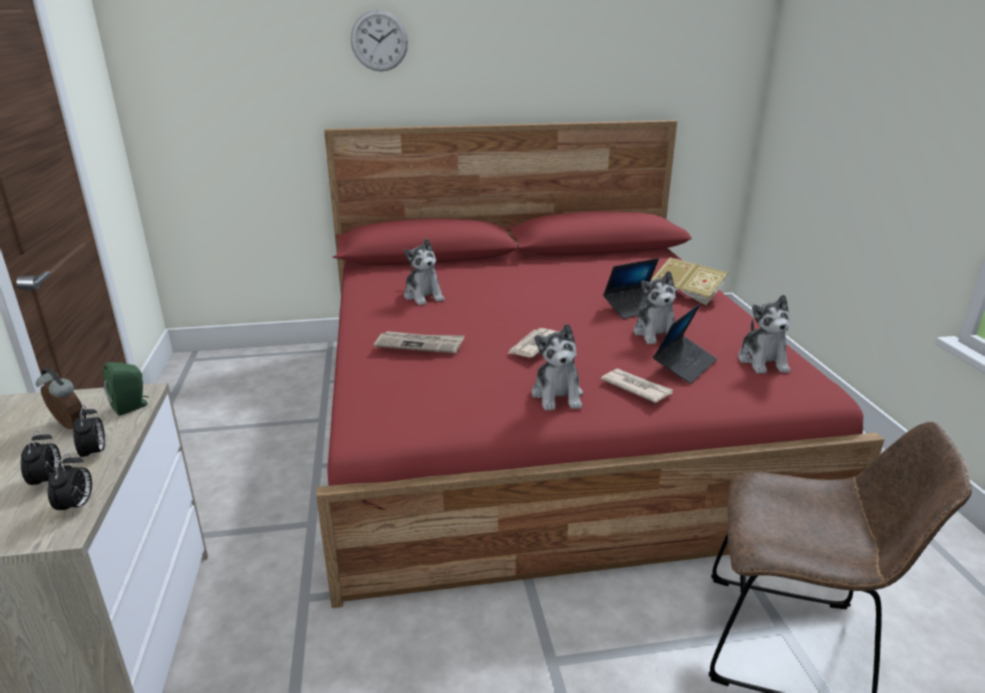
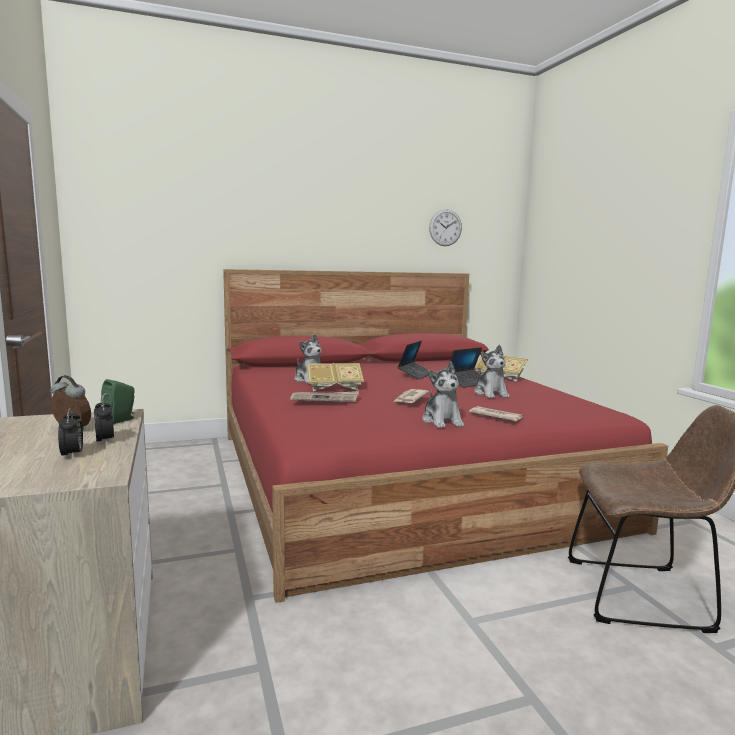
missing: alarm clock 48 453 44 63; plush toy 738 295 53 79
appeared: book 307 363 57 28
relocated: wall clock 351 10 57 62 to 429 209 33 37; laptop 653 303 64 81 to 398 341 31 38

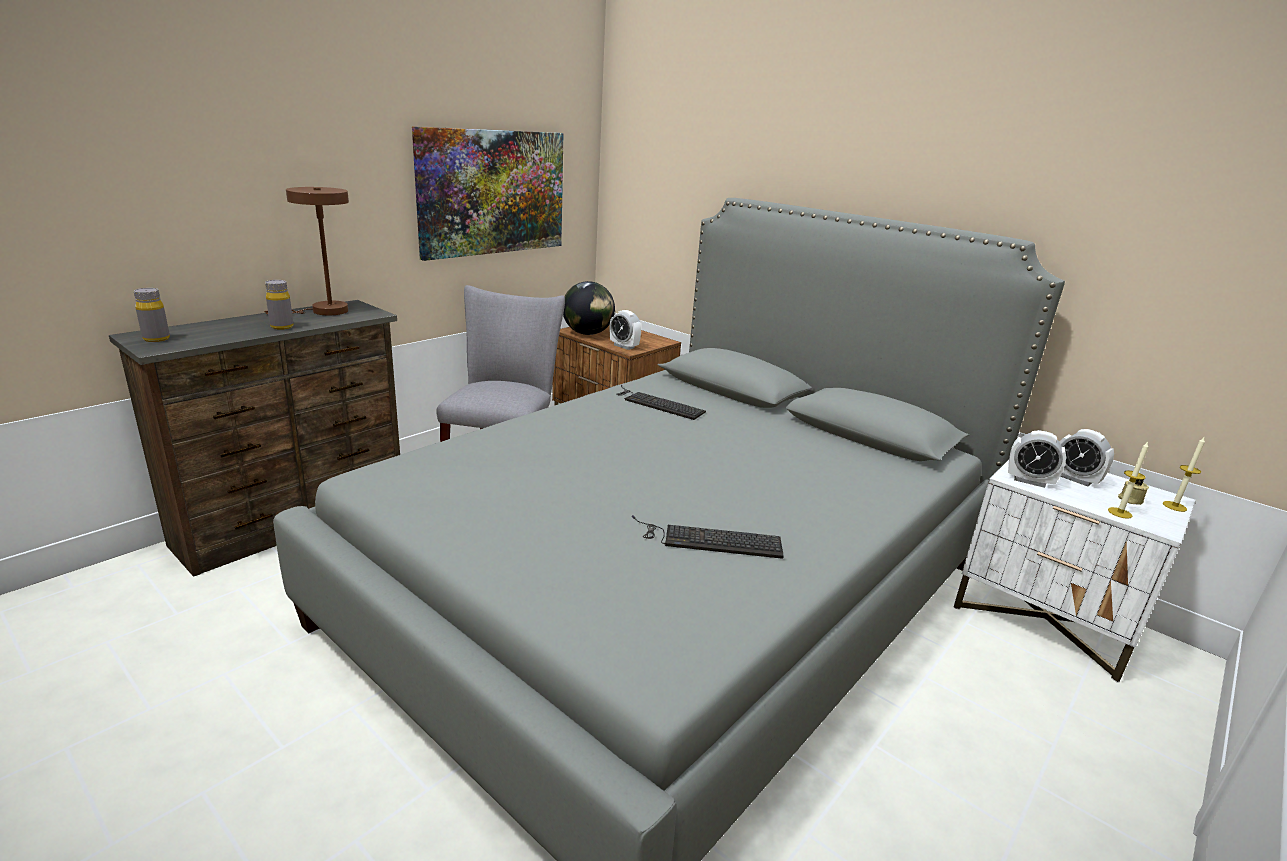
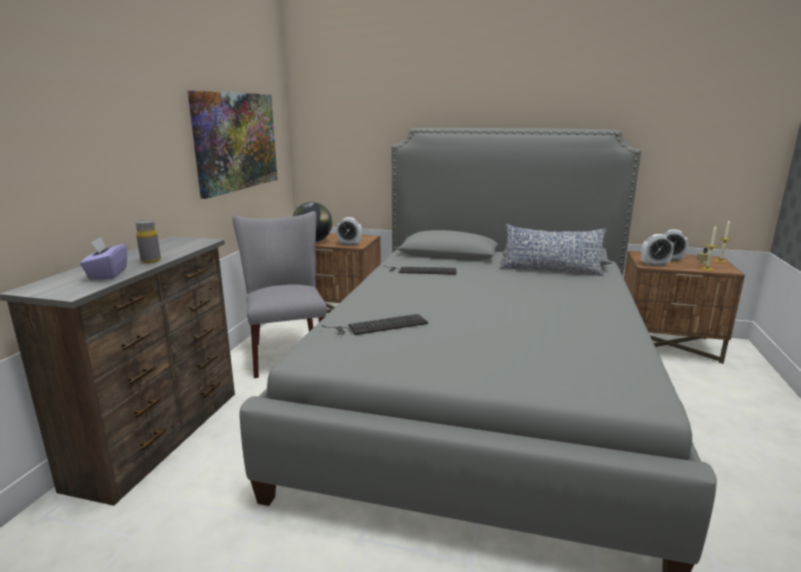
missing: bottle/grey 134 288 36 54; table lamp/brown 264 187 85 128
appeared: tissue box/purple 80 237 47 43; pillow 500 224 107 52
relocated: keyboard 632 515 152 44 to 322 314 106 21
colour: nightstand/white 953 460 242 223 to nightstand/brown 624 251 121 113

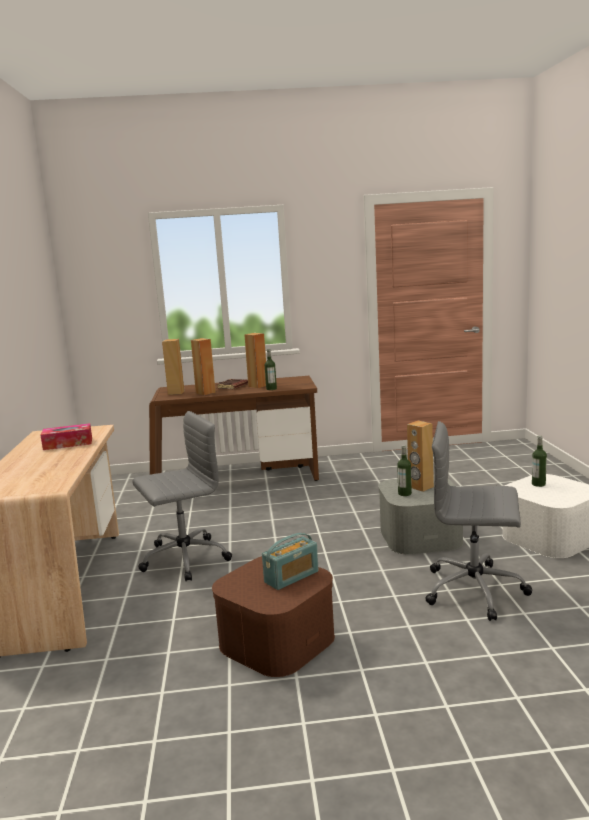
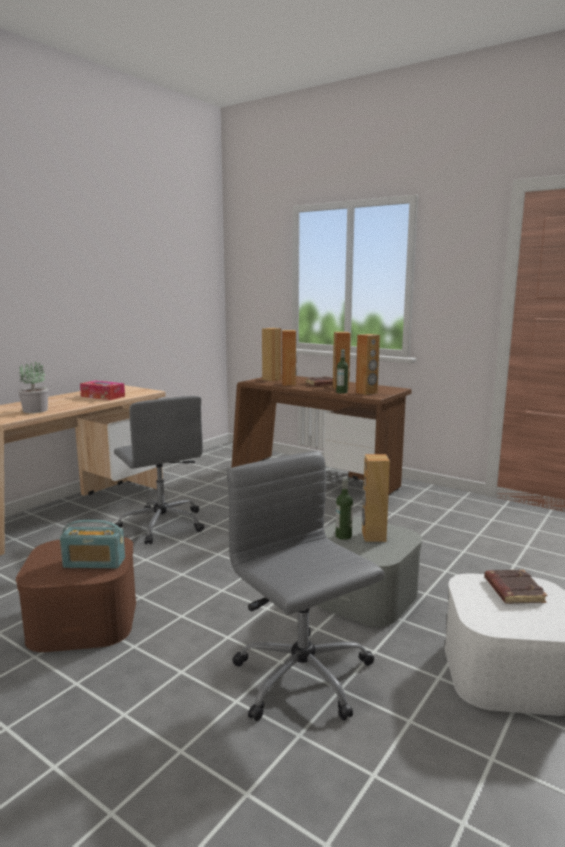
appeared: potted plant 18 362 30 51; speaker/brown 356 334 24 61
exchanged: bottle 532 436 15 51 to book/brown 484 570 63 34
spun: office chair/grey 133 411 99 170 = 112 396 92 148 45 degrees clockwise

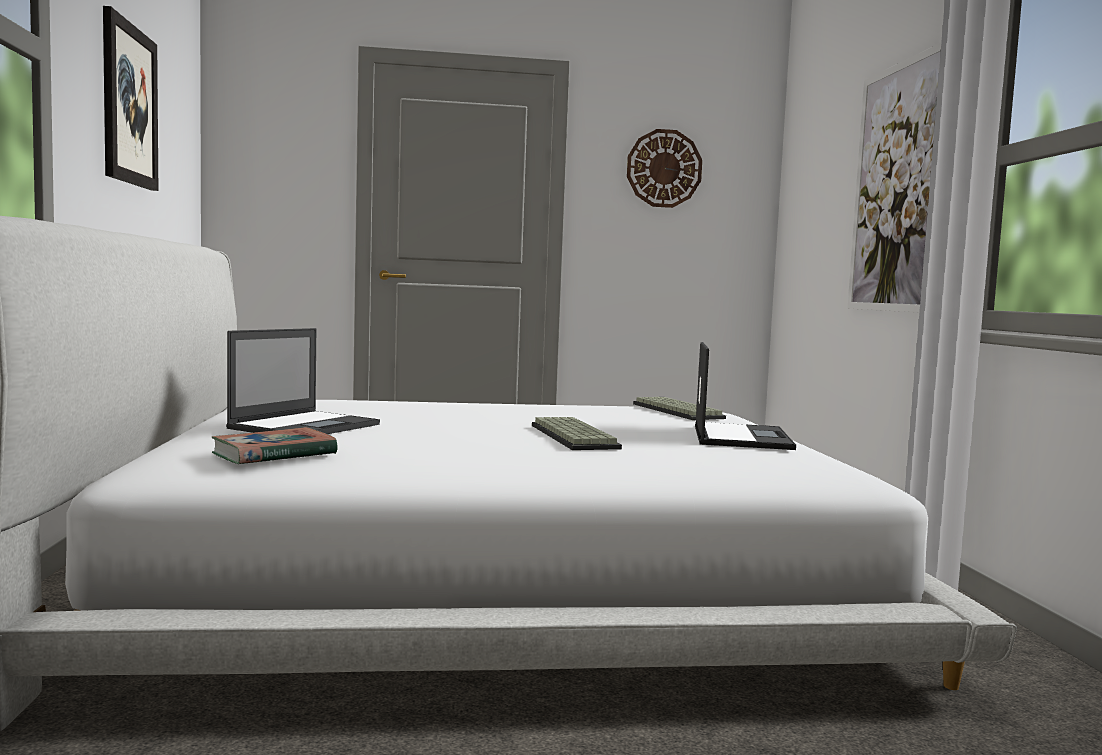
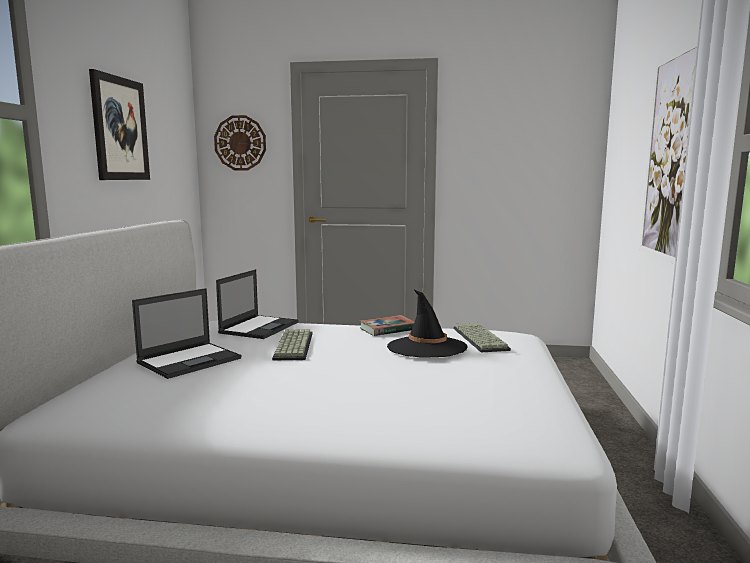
appeared: hat/black 387 289 81 69
relocated: book 212 427 126 37 to 360 315 54 21; keyboard 532 417 90 33 to 272 329 41 31; wall clock 627 129 75 79 to 214 115 52 55; laptop 695 342 101 108 to 216 269 82 70

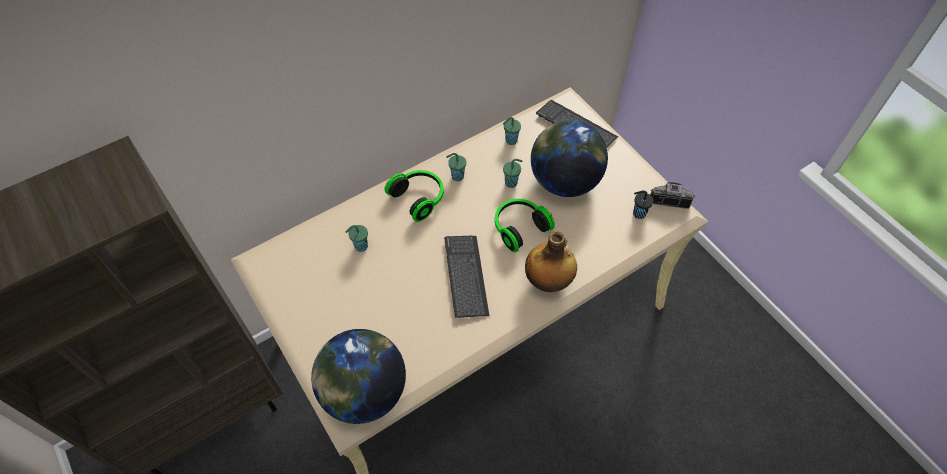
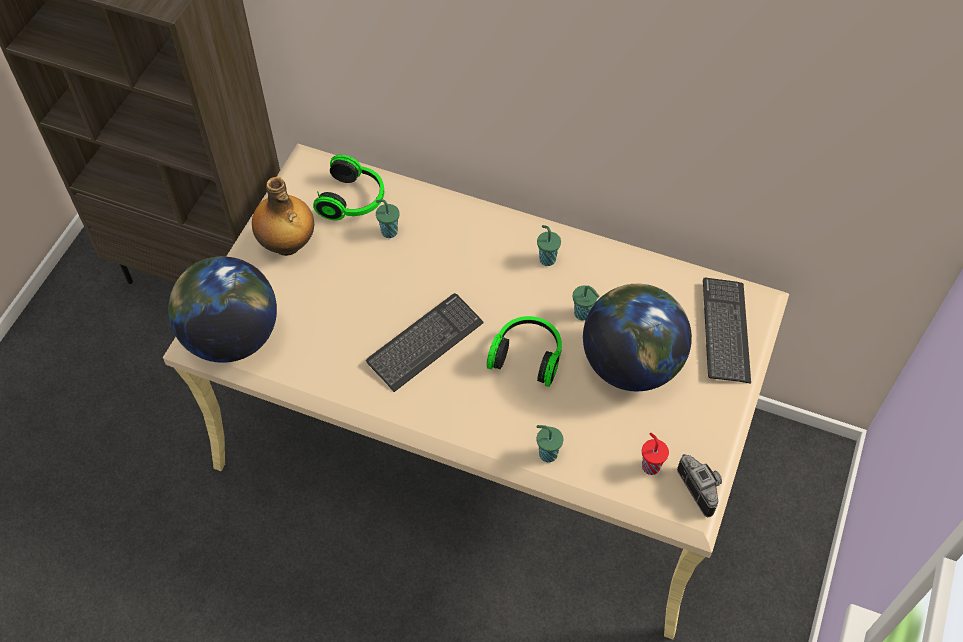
relocated: headphones 385 170 58 52 to 313 155 71 65; cup/green 503 117 18 28 to 537 425 26 37; bottle 525 231 52 61 to 252 177 62 79
colour: cup/black 633 191 21 28 to cup/red 642 433 27 42

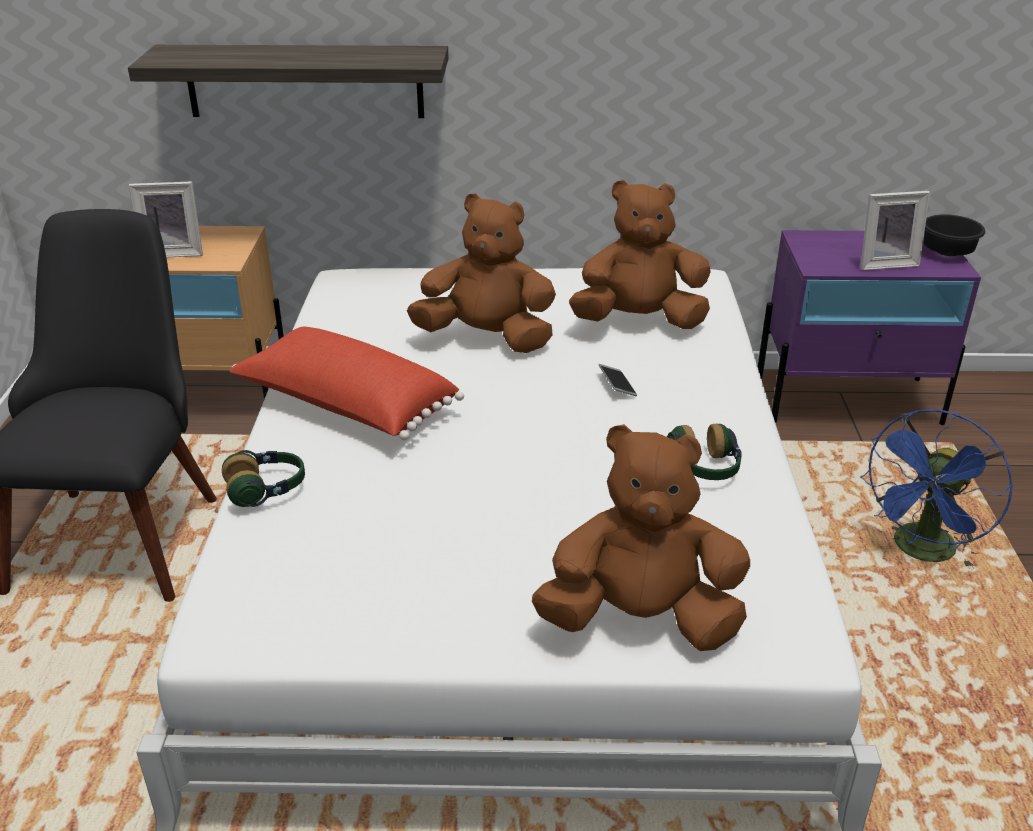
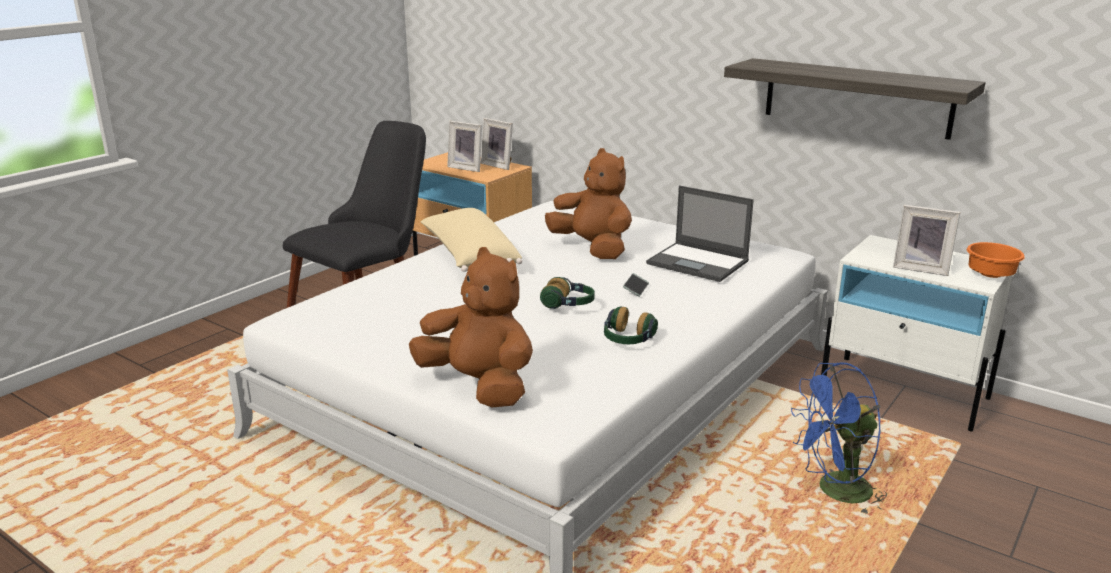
appeared: picture frame 481 118 32 52
relocated: shelf 128 45 321 73 to 724 58 262 82; headphones 222 450 83 57 to 540 277 55 32
exchanged: plush toy/brown 569 180 142 149 to laptop 646 185 108 97
colour: pillow/red 229 327 235 113 to pillow/beige 421 208 101 64; nightstand/purple 758 230 223 195 to nightstand/white 821 235 192 196; bowl/black 924 214 61 42 to bowl/orange 967 242 58 36

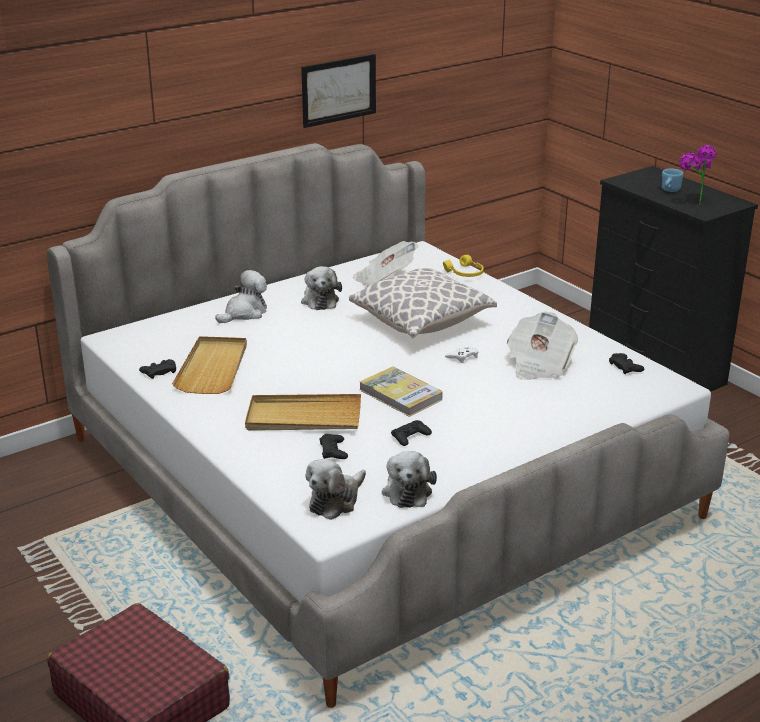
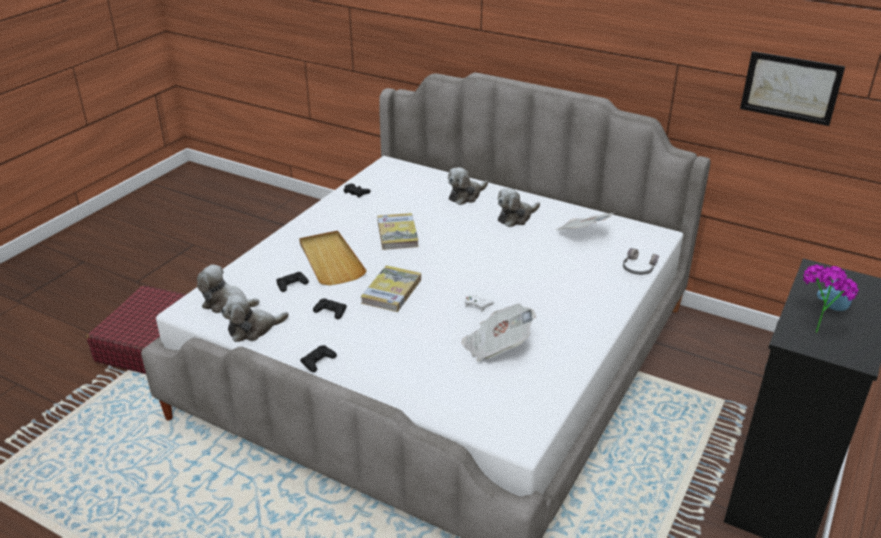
missing: tray/beige 172 336 75 58; pillow 349 268 148 70
appeared: book 377 213 42 37
relocated: picture 301 54 75 74 to 740 51 105 75; game controller/black 609 353 35 21 to 300 345 37 27
colour: headphones/yellow 443 255 41 22 to headphones/grey 623 248 36 27
spun: plush toy 215 270 52 53 = 448 167 40 38 120 degrees clockwise

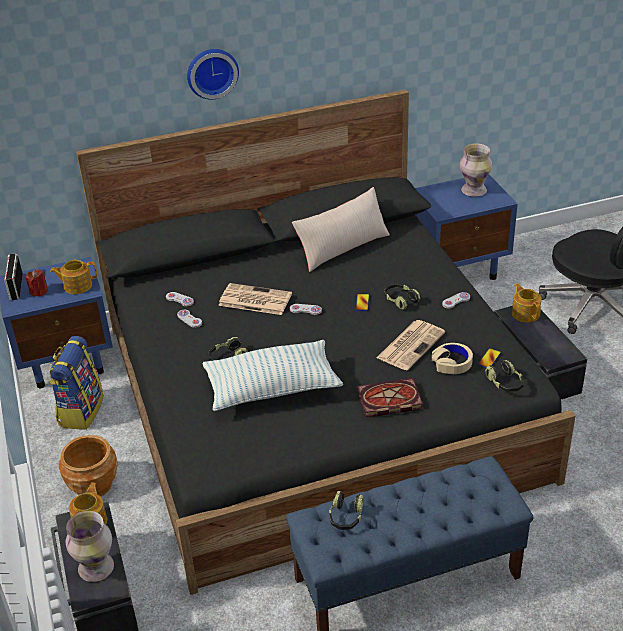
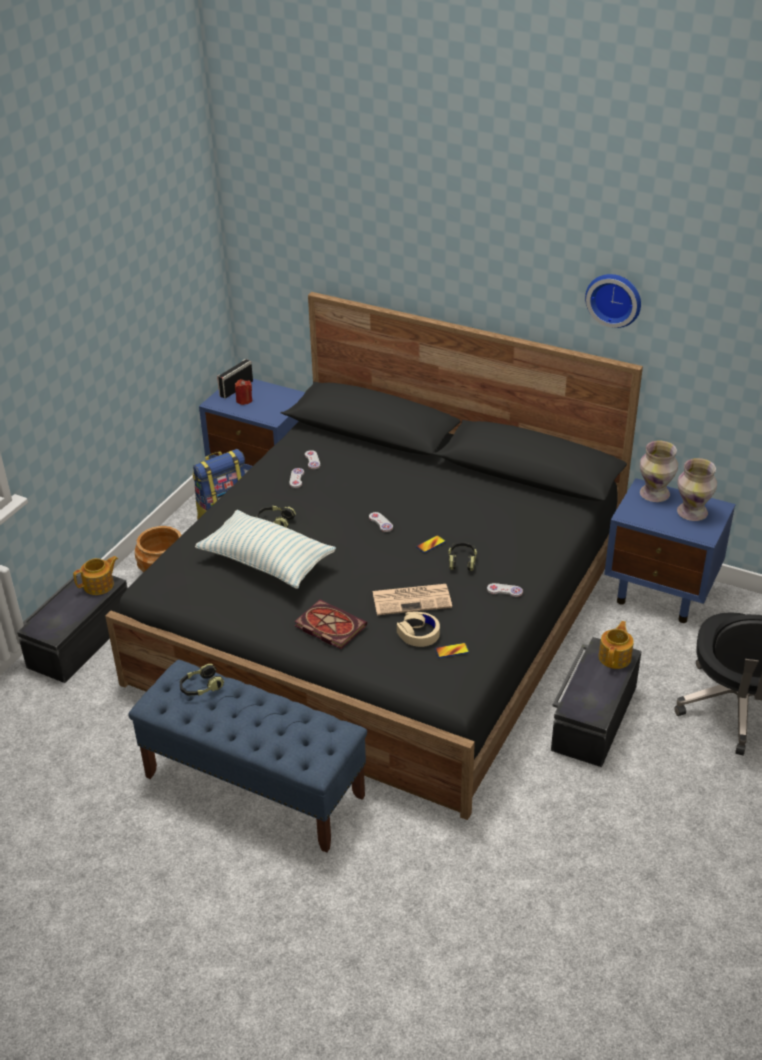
missing: teapot 50 260 47 34; newspaper 218 283 74 32; pillow/beige 292 187 98 85; headphones 485 360 39 32
relocated: vase 66 511 48 71 to 640 441 38 61; wall clock 187 49 52 51 to 585 274 56 54

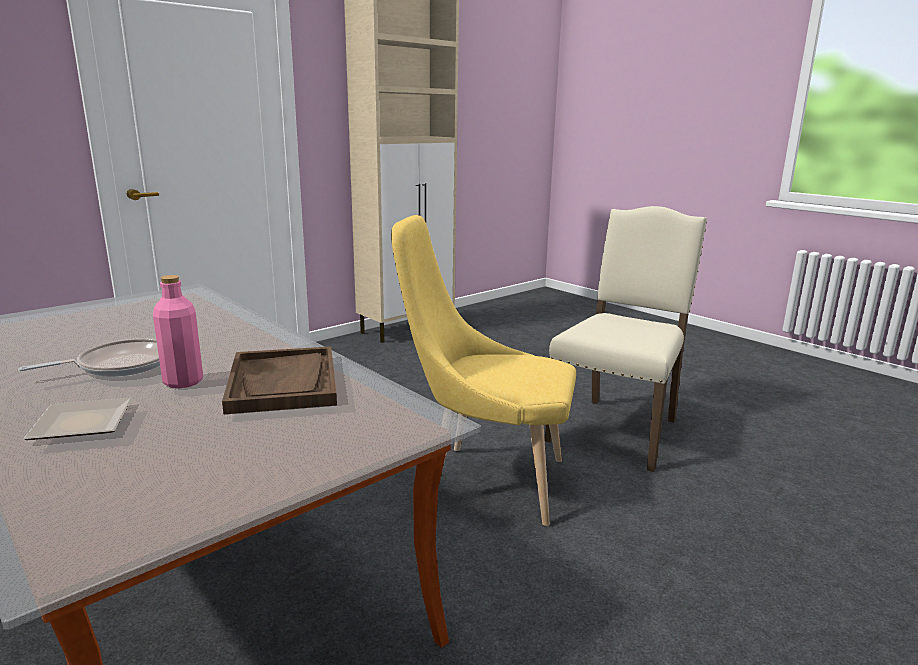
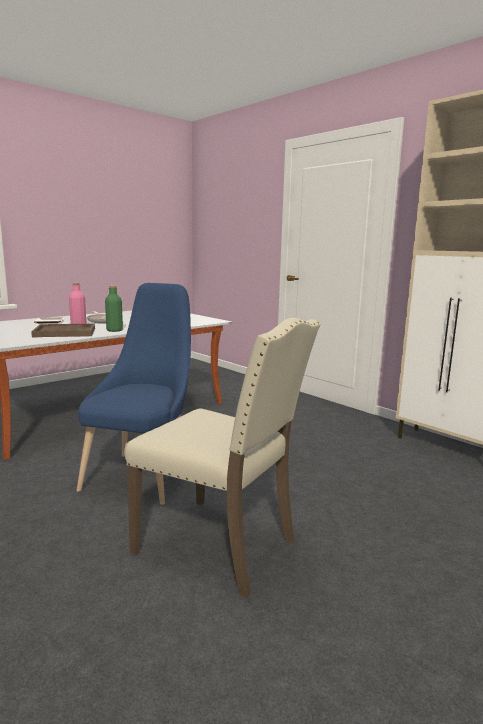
appeared: bottle/green 105 286 18 46
colour: chair/yellow 391 215 185 311 to chair/blue 76 283 115 222

